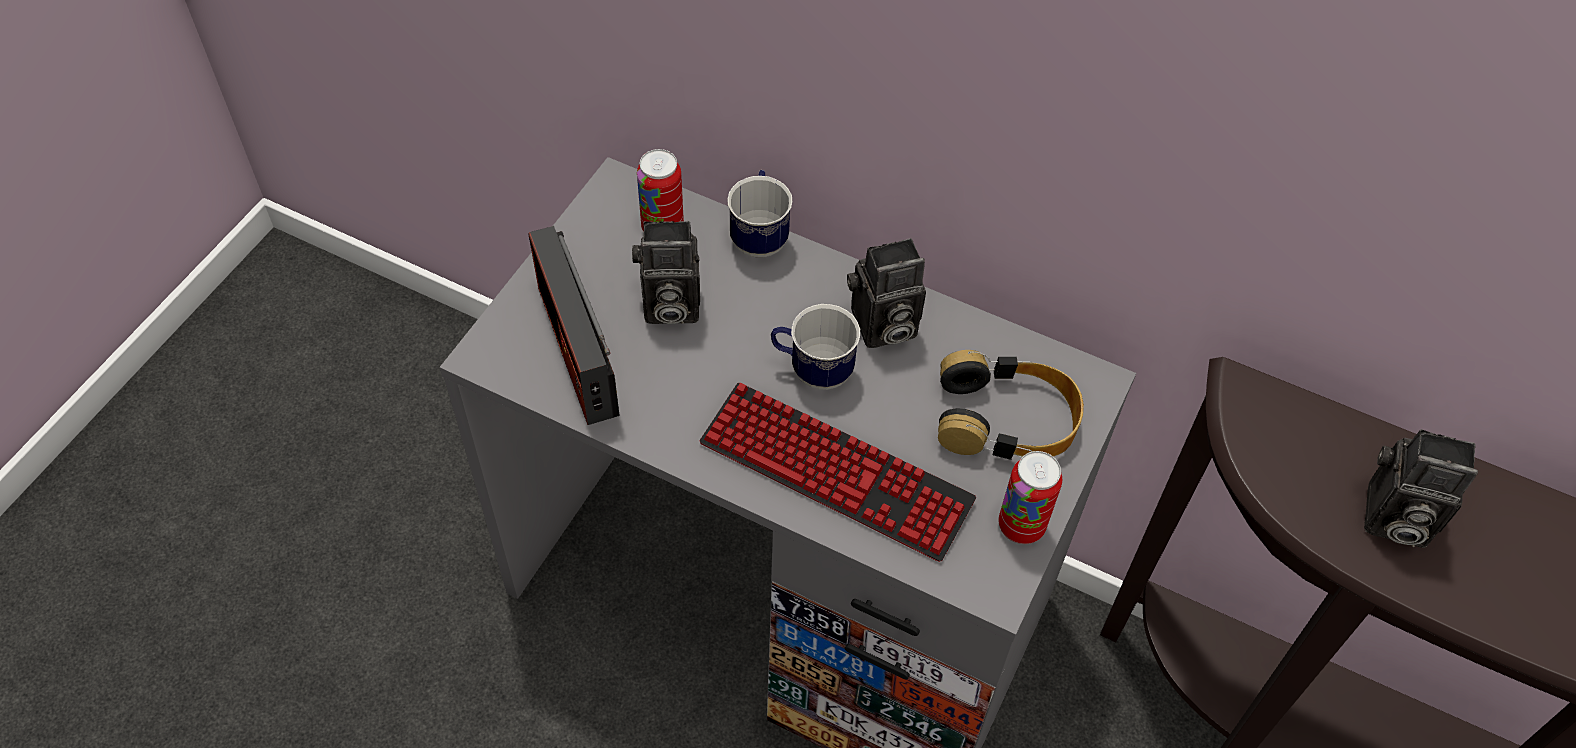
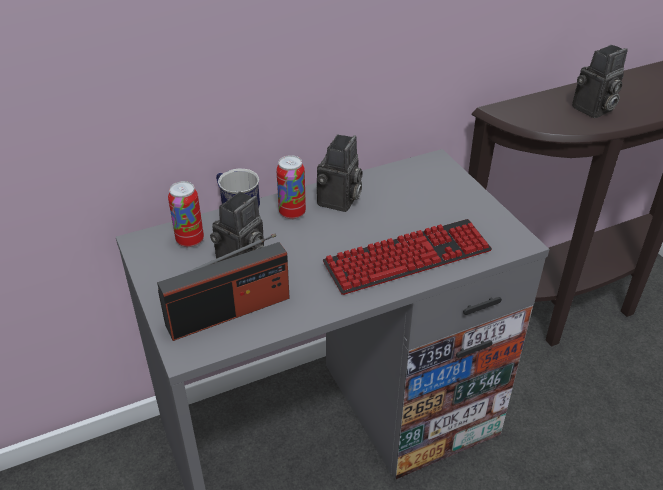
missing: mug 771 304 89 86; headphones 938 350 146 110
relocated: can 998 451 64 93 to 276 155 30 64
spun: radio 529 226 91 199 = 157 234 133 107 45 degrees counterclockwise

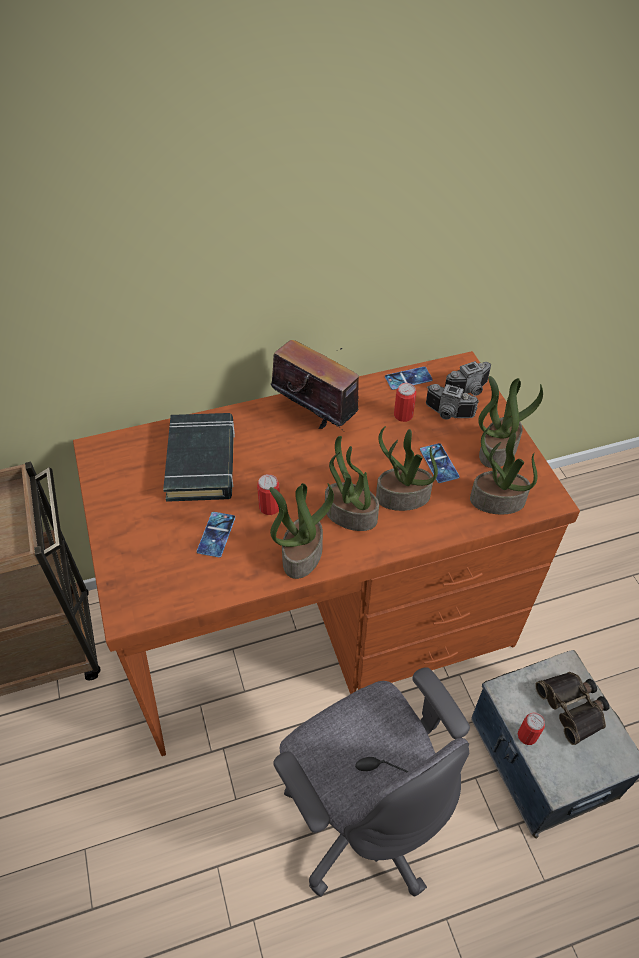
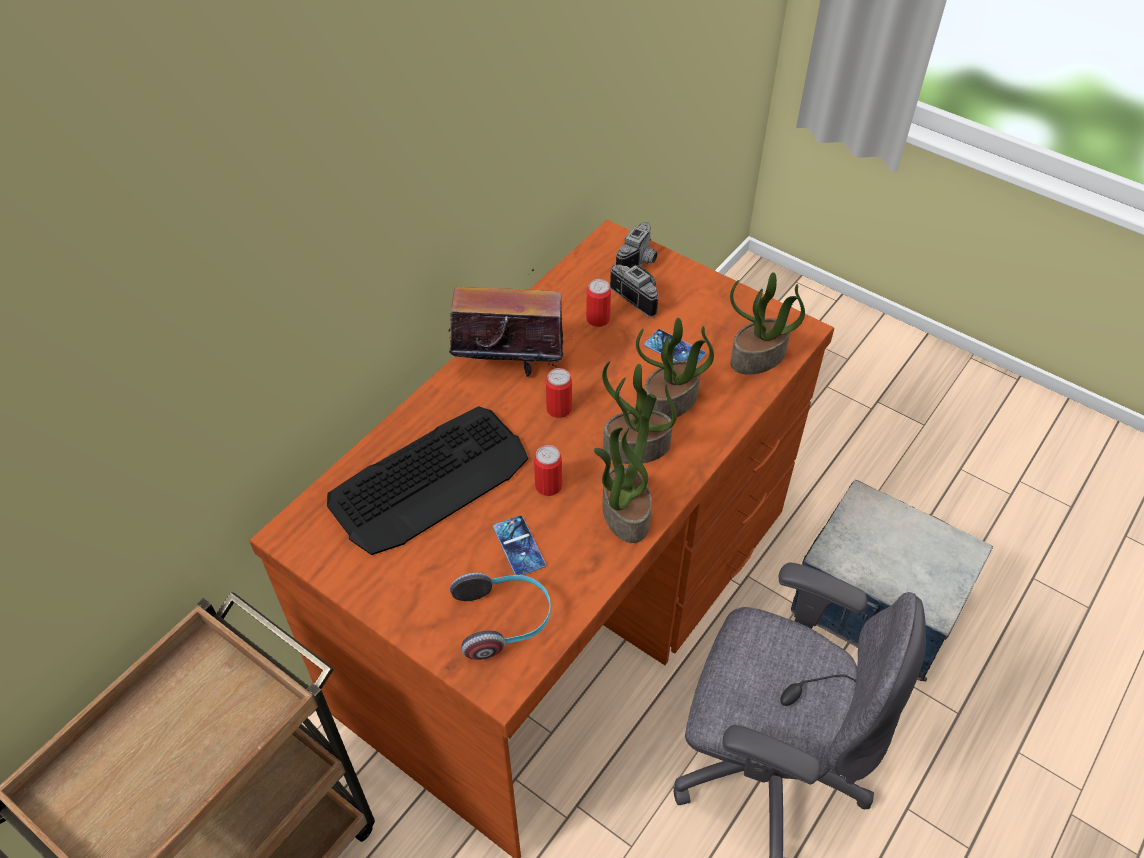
missing: phone 385 367 48 23; potted plant 478 376 65 92; binoculars 535 672 74 73
appeared: headphones 450 572 101 88
relocated: can 518 712 27 33 to 546 368 26 50
exchanged: book/black 163 413 72 89 to keyboard 327 406 201 149
spun: photo camera 426 384 53 36 = 610 264 48 53 120 degrees counterclockwise

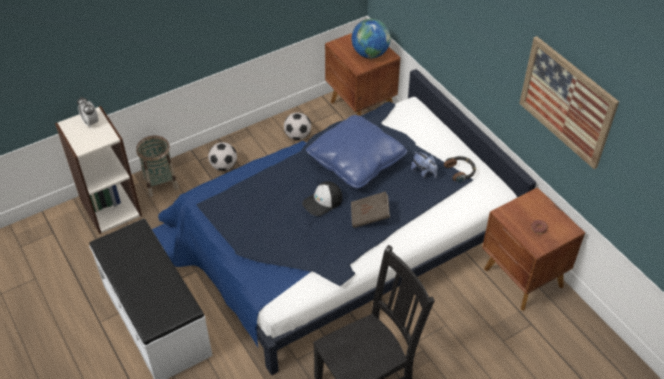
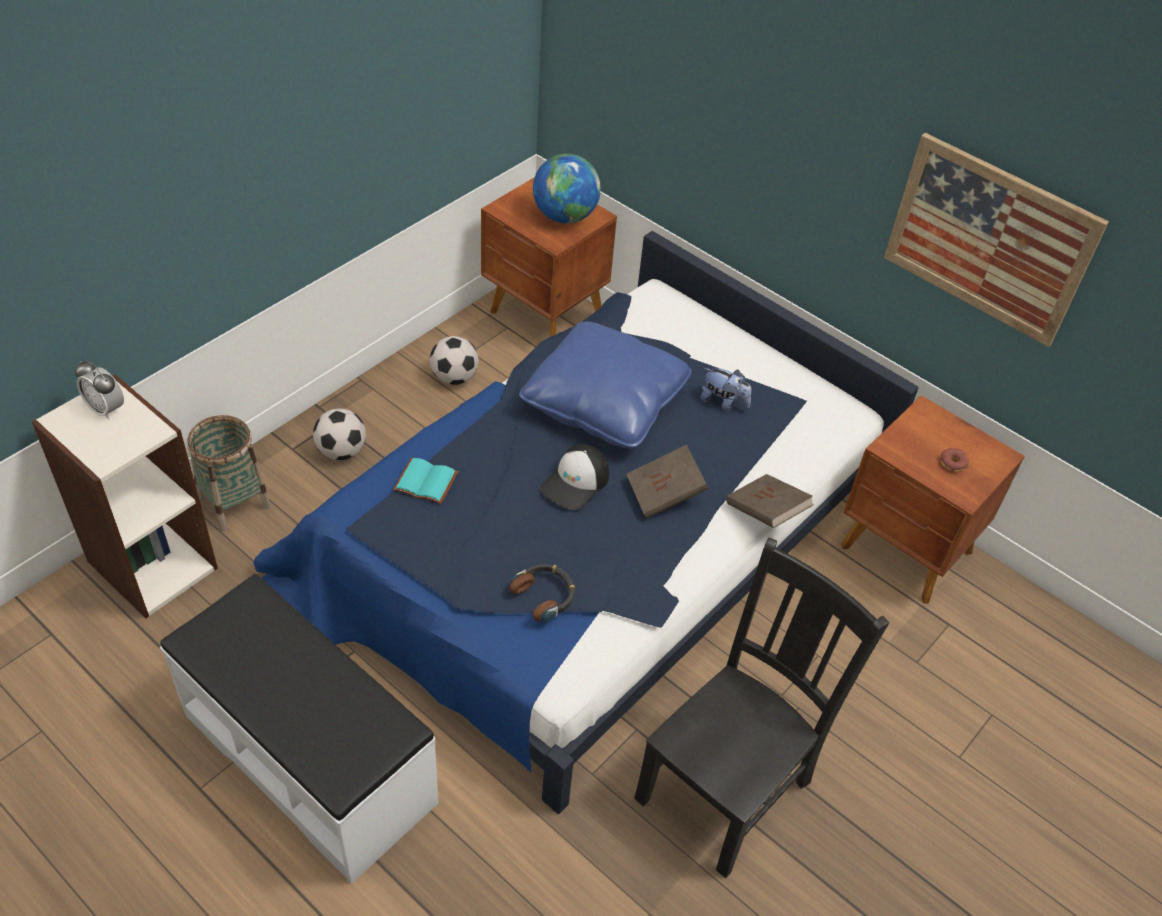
appeared: book/turquoise 393 458 65 46; book/brown 726 474 88 54
relocated: headphones 444 156 32 26 to 509 564 66 58

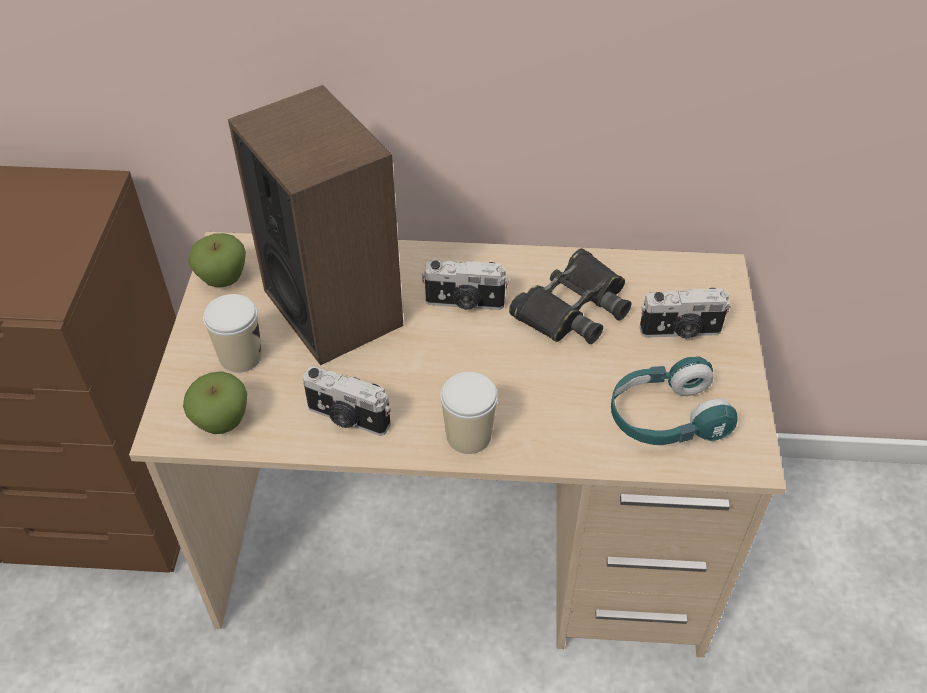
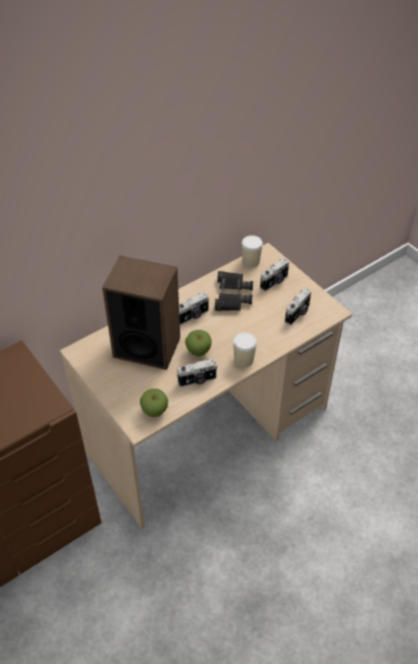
relocated: apple 188 233 58 54 to 185 330 27 26; cup 203 294 59 79 to 242 235 21 33
exchanged: headphones/turquoise 611 356 126 89 to photo camera 285 288 26 37

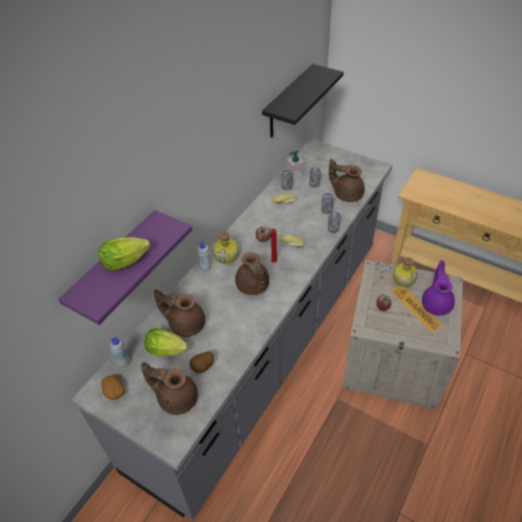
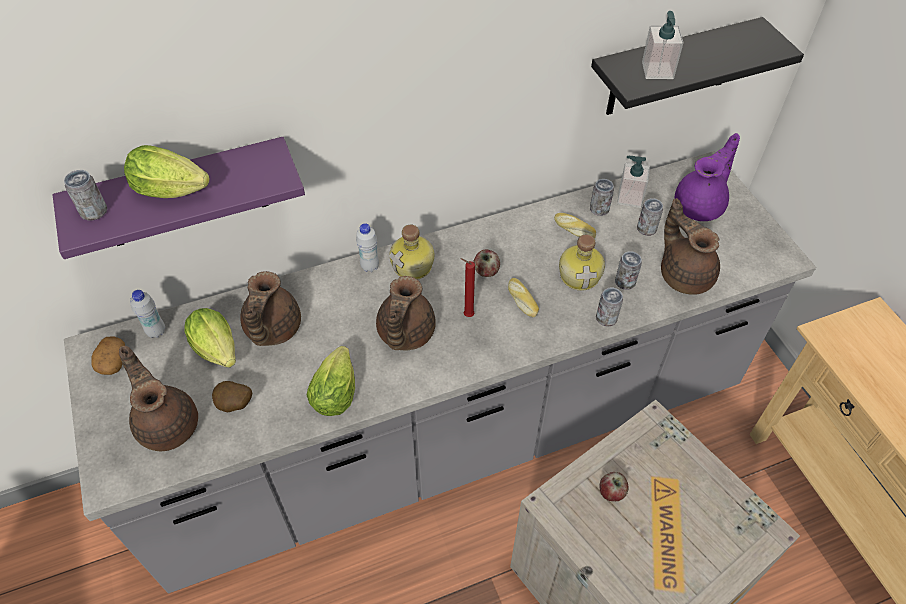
appeared: can 64 170 44 51; lettuce 307 346 48 70; soap dispenser 642 11 41 68
relocated: bottle 393 257 25 30 to 559 234 46 57; teapot/purple 422 260 33 56 to 675 133 65 88
spun: teapot/brown 154 290 51 47 = 240 271 61 75 135 degrees counterclockwise

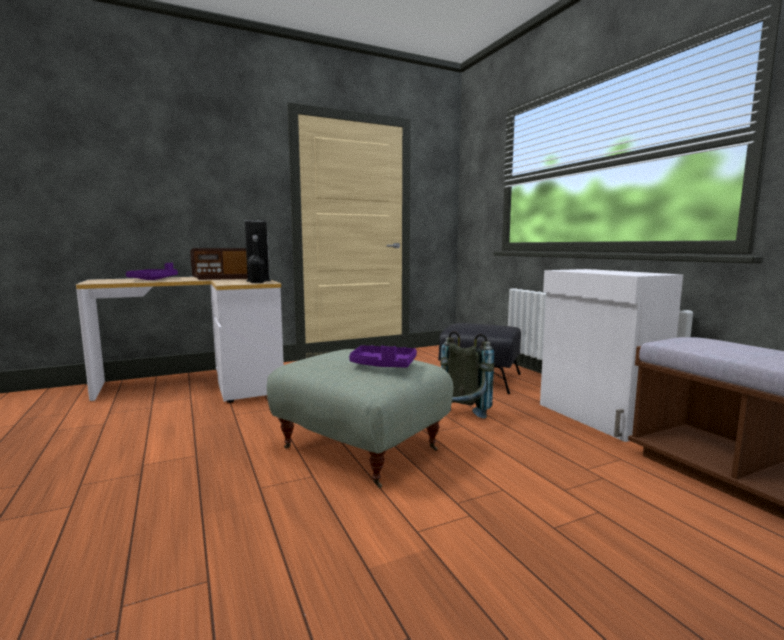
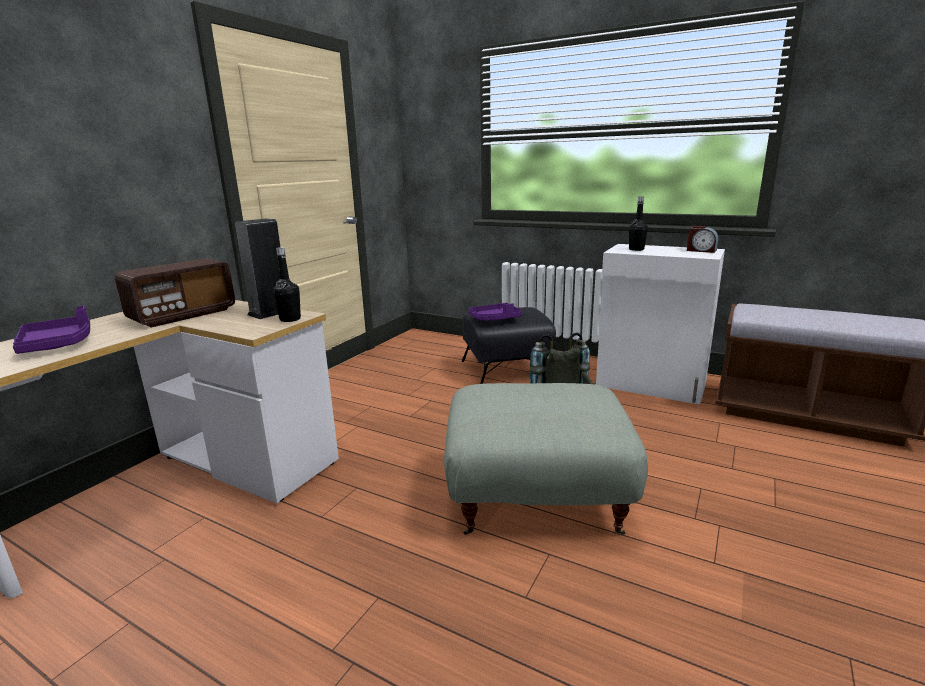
appeared: bottle/black 629 197 19 54; alarm clock 687 226 31 27
relocated: tray/purple 349 345 68 23 to 468 303 54 17

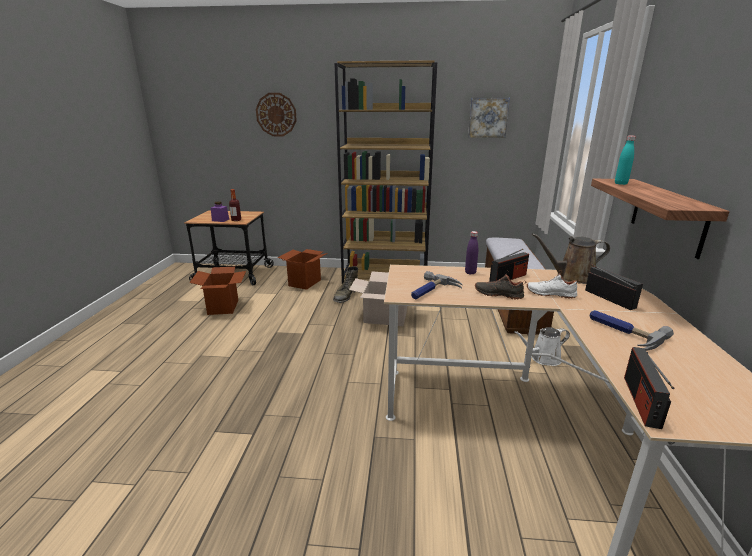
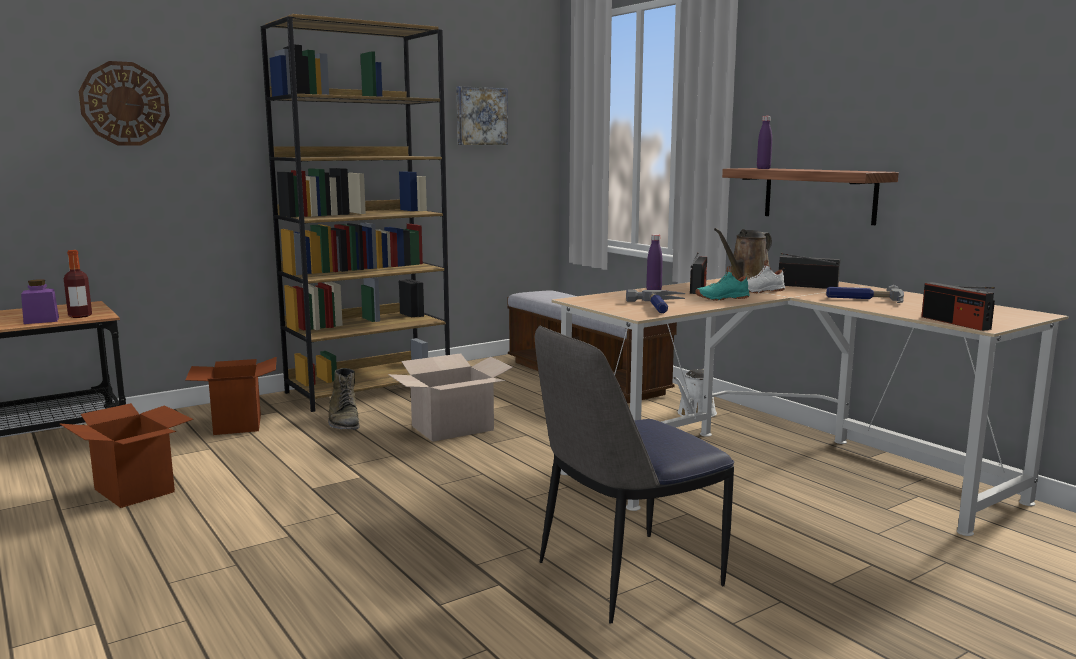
appeared: chair 535 326 199 297
colour: shoe/black 475 274 51 26 to shoe/turquoise 695 266 54 35; bottle/turquoise 615 136 21 49 to bottle/purple 757 116 15 53

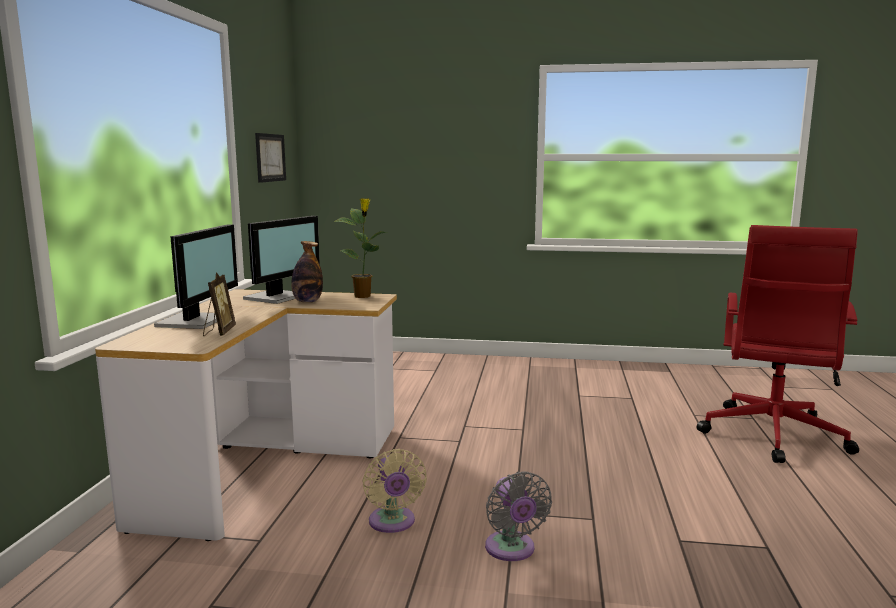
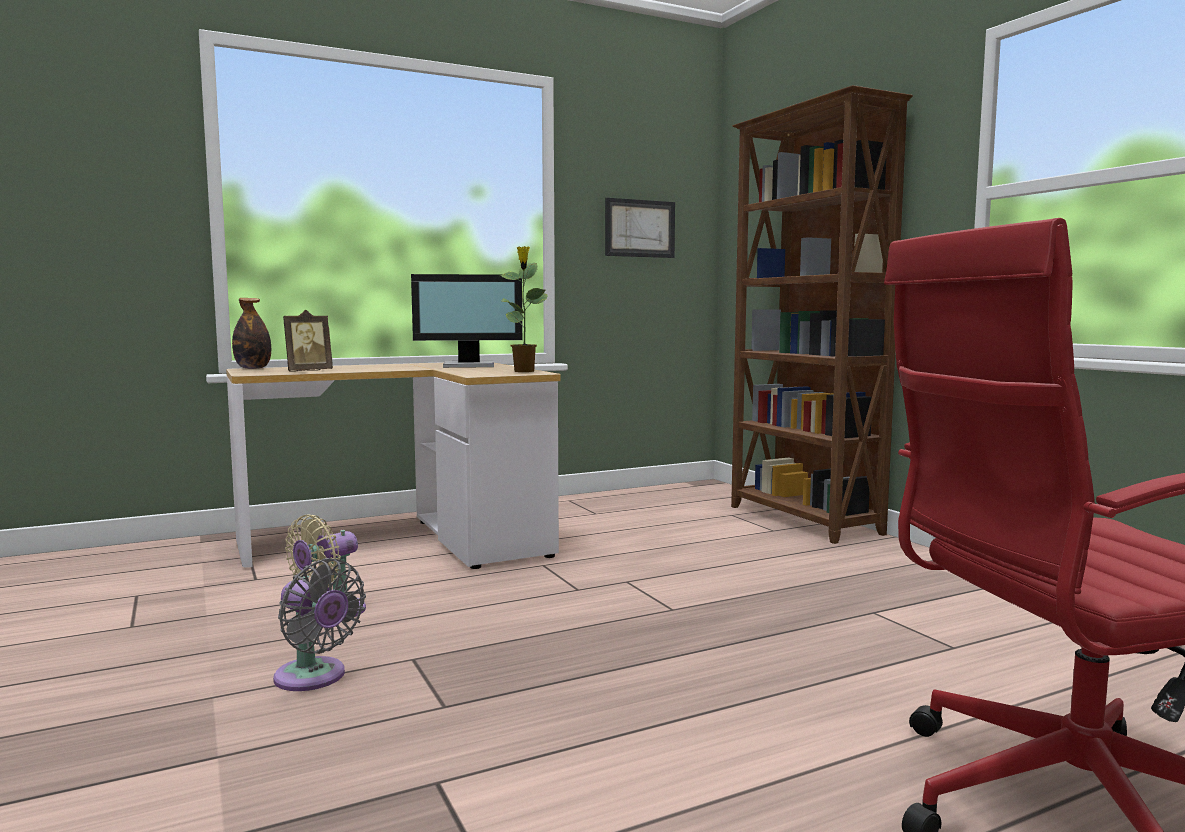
missing: monitor 154 224 84 105
appeared: bookcase/brown 731 85 182 459
relocated: bottle 291 241 32 62 to 232 298 39 71
spun: fan/grey 485 471 67 90 = 273 558 93 133 90 degrees counterclockwise

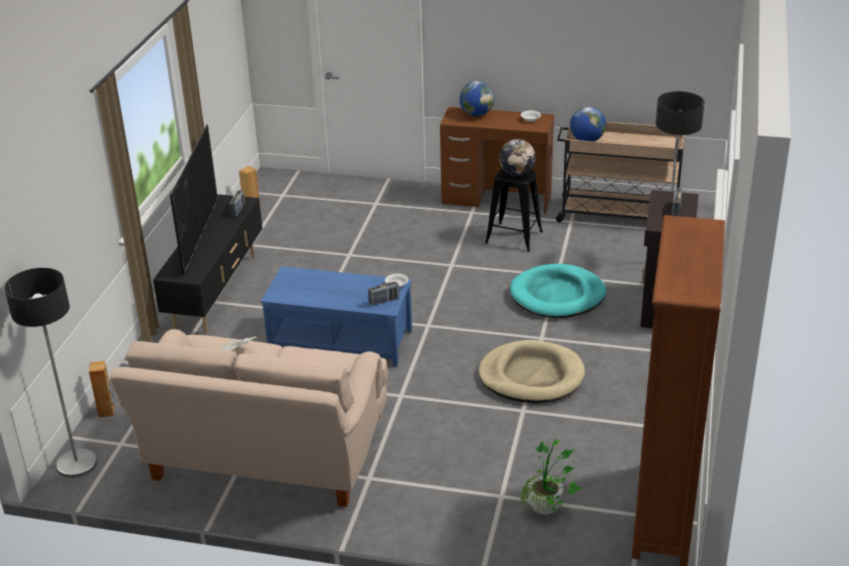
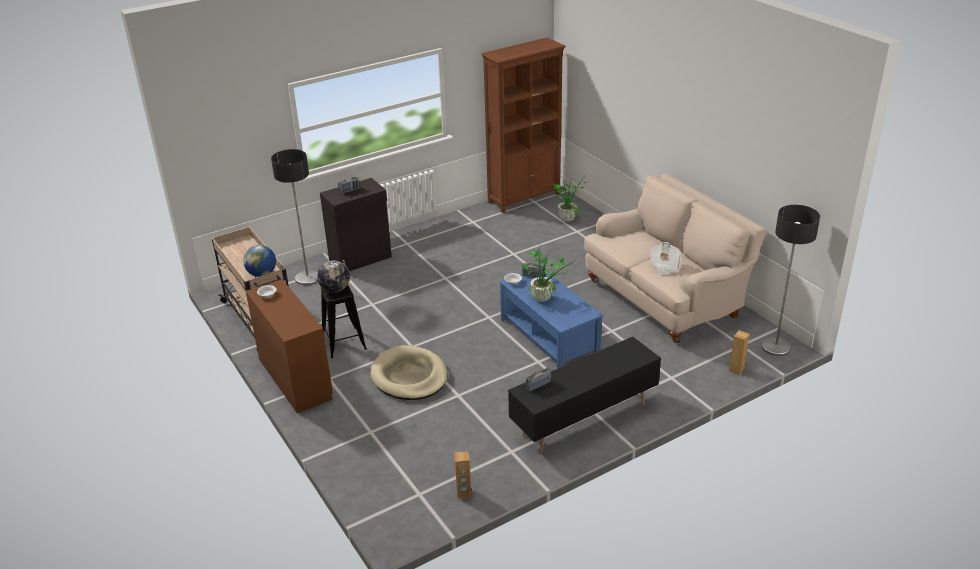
missing: television 170 124 48 150; globe 459 81 35 35; dog bed/turquoise 510 264 96 54
appeared: potted plant 521 249 59 54
relocated: dog bed/beige 478 340 107 63 to 370 345 78 55

